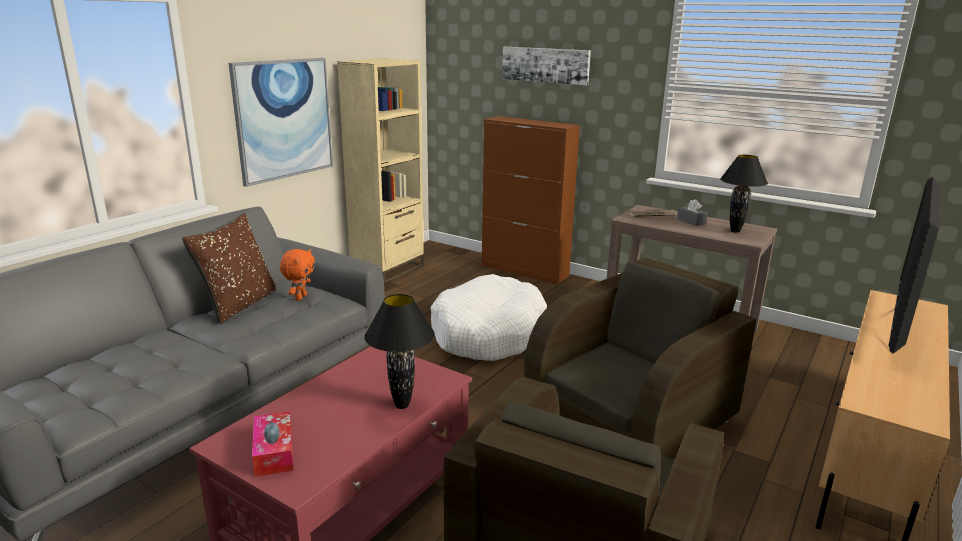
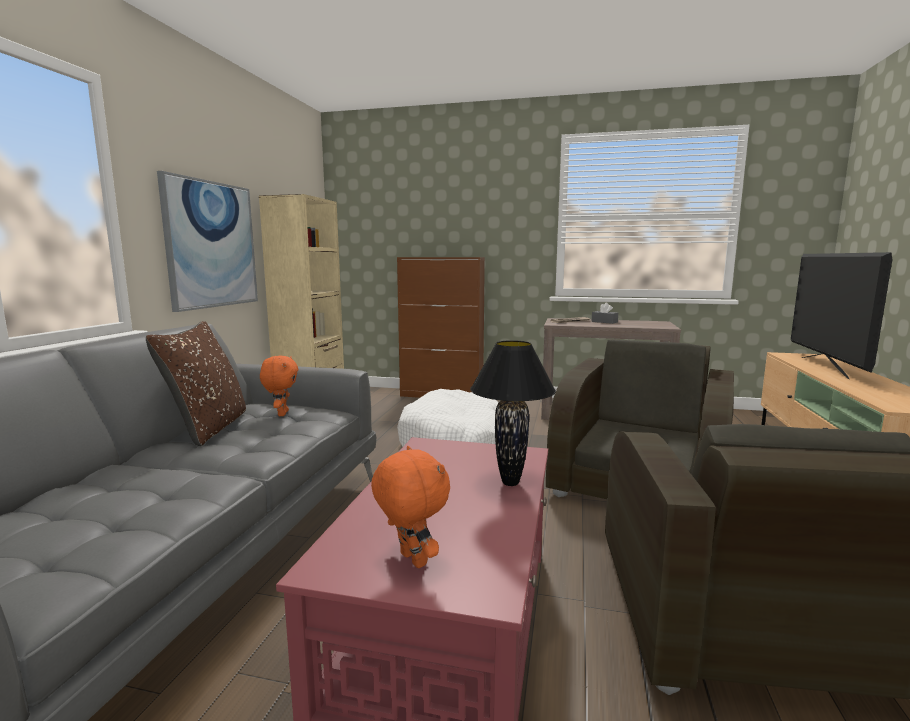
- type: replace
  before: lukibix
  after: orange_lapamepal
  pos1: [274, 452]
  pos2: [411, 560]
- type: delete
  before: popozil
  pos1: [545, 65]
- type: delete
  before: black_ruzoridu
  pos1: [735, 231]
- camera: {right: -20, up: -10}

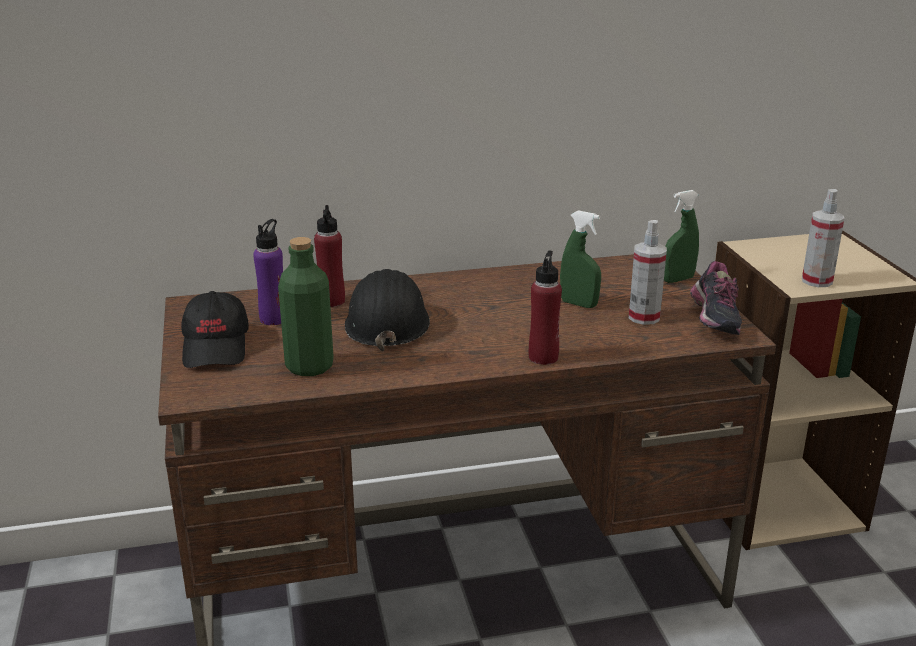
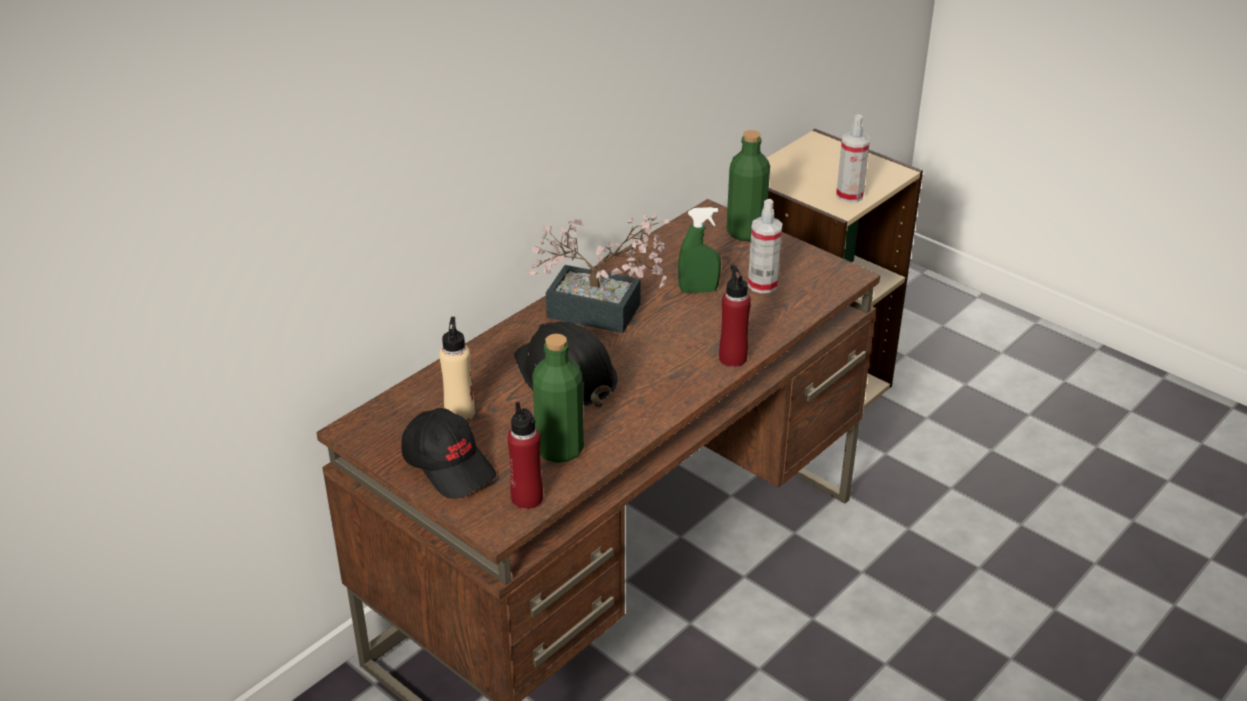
- type: recolor
  before: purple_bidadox
  after: beige_bidadox
  pos1: [273, 319]
  pos2: [460, 413]
- type: move
  before: red_bidadox
  pos1: [331, 301]
  pos2: [527, 498]
- type: replace
  before: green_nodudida
  after: green_bidadox
  pos1: [678, 279]
  pos2: [745, 232]
- type: delete
  before: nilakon
  pos1: [713, 321]
- type: insert
  after: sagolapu
  pos2: [604, 313]
- camera: {right: -35, up: 10}

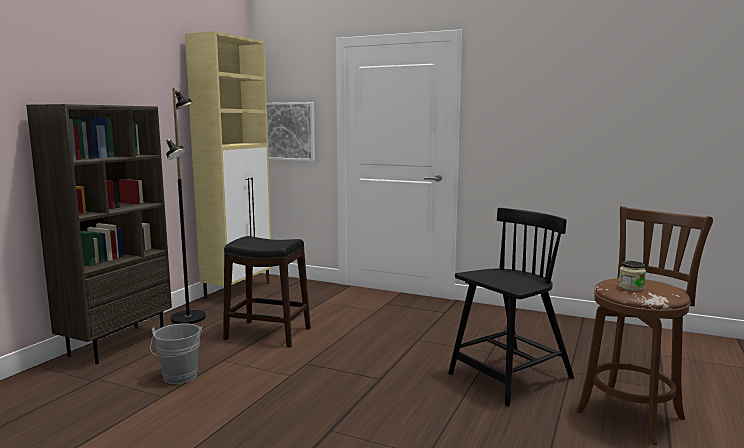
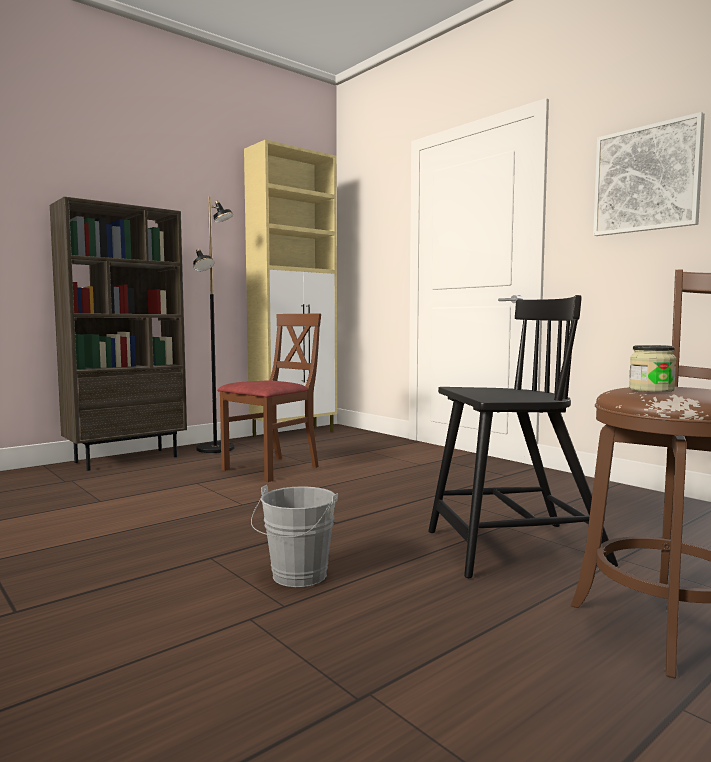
- type: move
  before: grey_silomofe
  pos1: [179, 378]
  pos2: [296, 578]
- type: replace
  before: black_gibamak
  after: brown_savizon
  pos1: [268, 333]
  pos2: [272, 468]
- type: move
  before: popozil
  pos1: [290, 131]
  pos2: [646, 179]
- camera: {right: 25, up: -5}

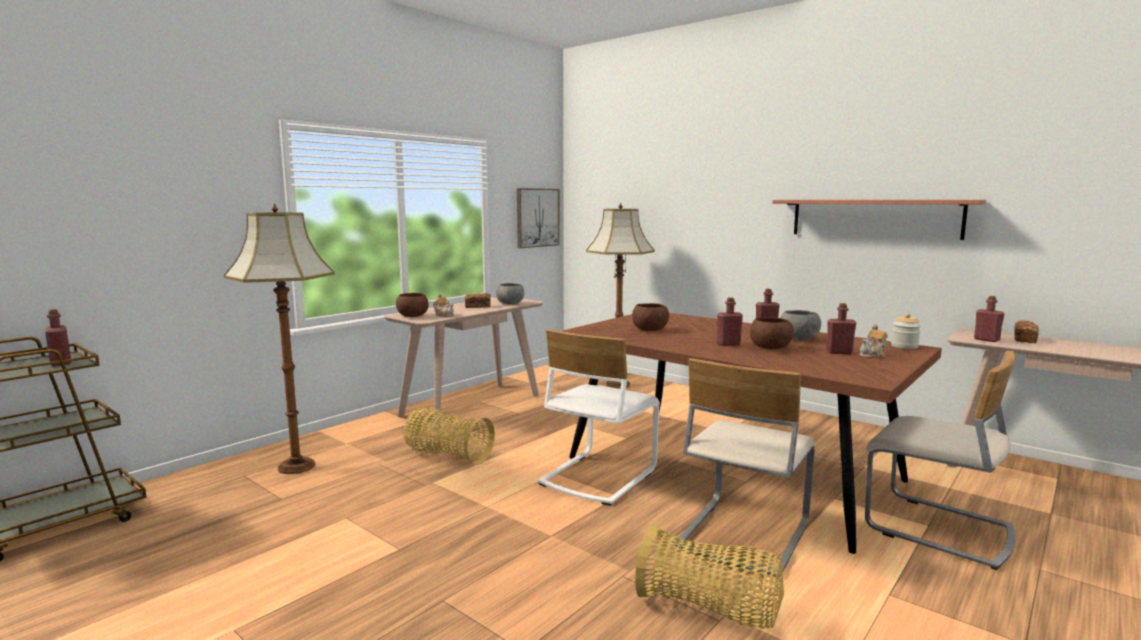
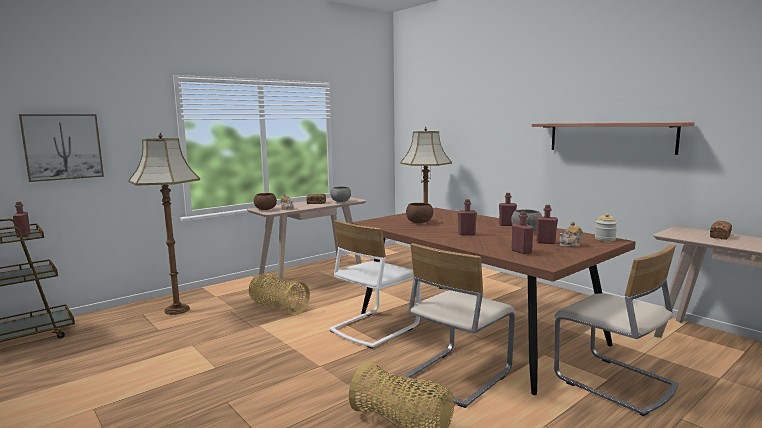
- type: move
  before: popozil
  pos1: [537, 217]
  pos2: [63, 146]
- type: delete
  before: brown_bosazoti
  pos1: [770, 348]
- type: move
  before: red_bidadox
  pos1: [986, 340]
  pos2: [521, 251]
- camera: {right: 10, up: 0}

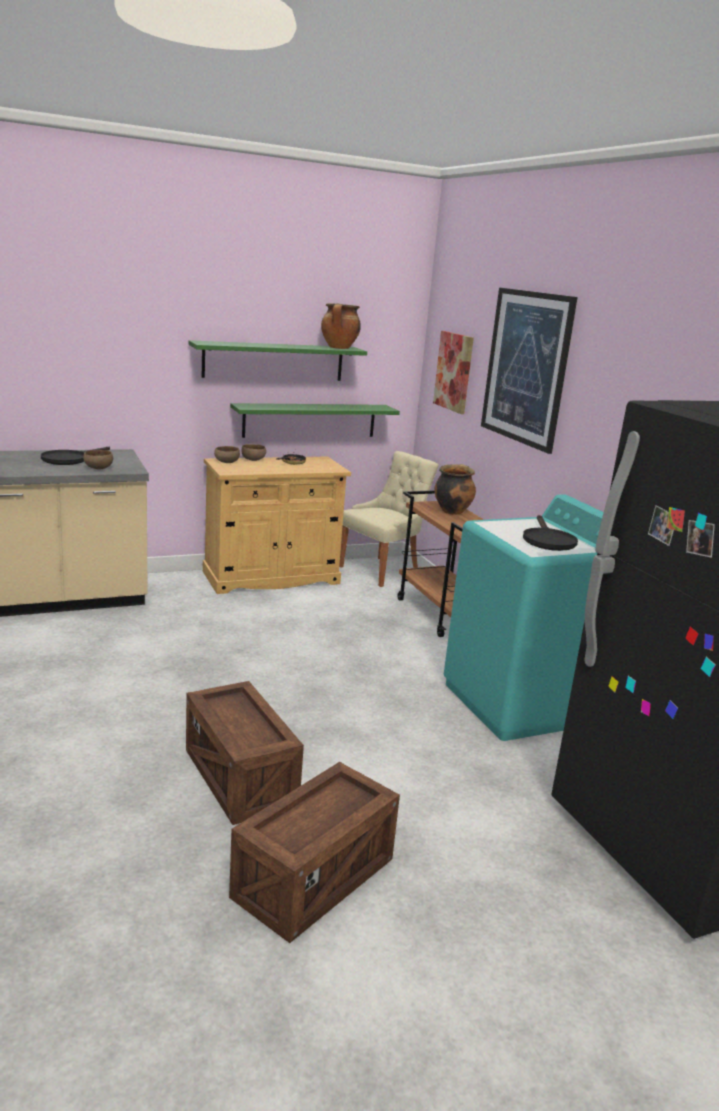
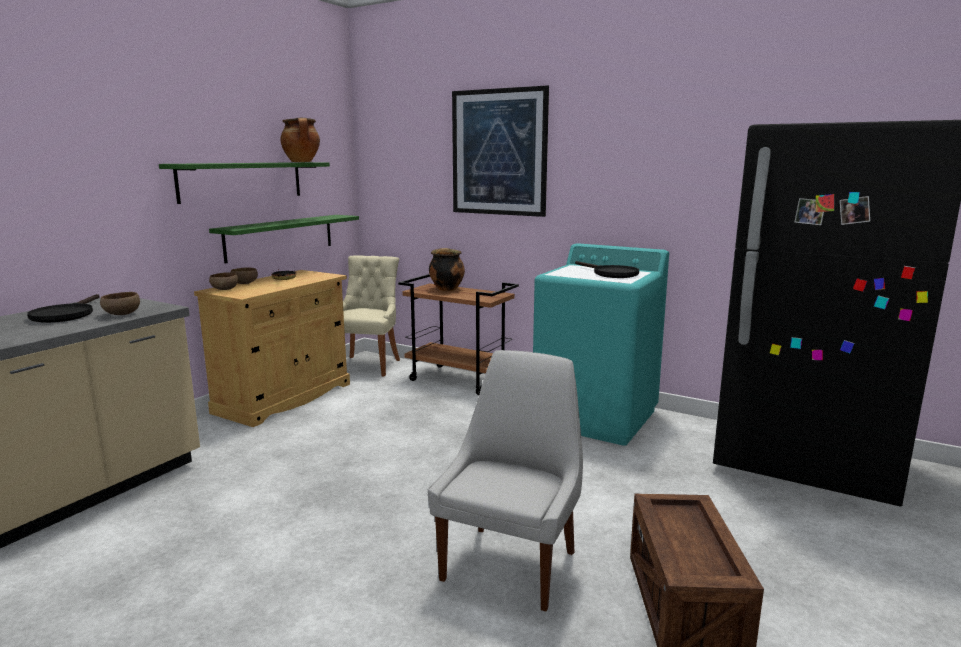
- type: replace
  before: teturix
  after: white_savizon
  pos1: [240, 778]
  pos2: [511, 563]
- type: delete
  before: popozil
  pos1: [454, 371]
- camera: {right: -35, up: -5}

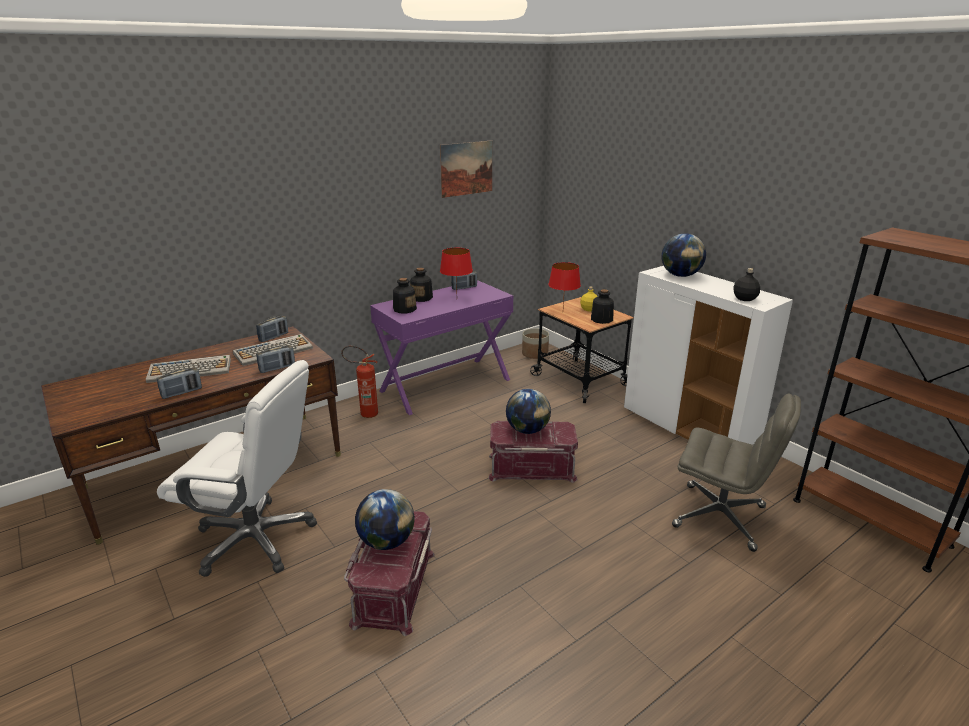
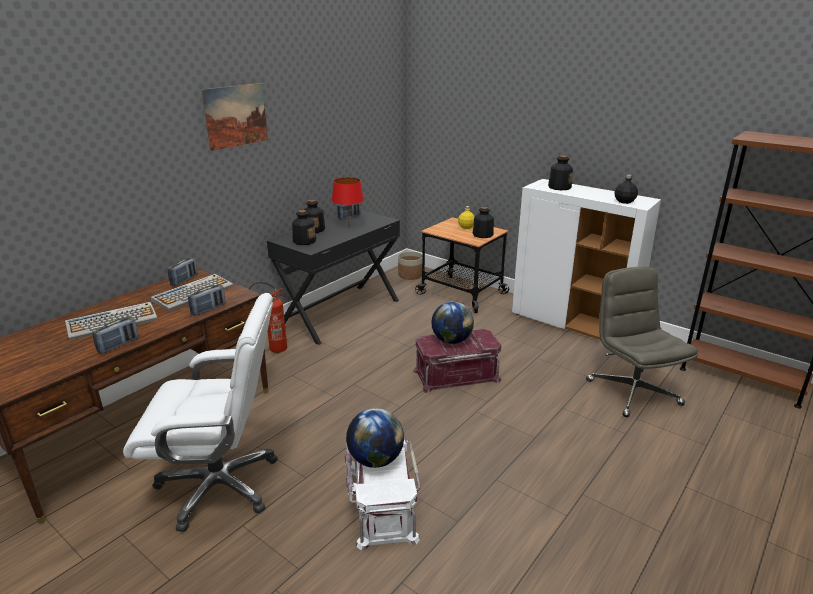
- type: recolor
  before: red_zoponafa
  after: white_zoponafa
  pos1: [393, 587]
  pos2: [381, 503]
- type: recolor
  before: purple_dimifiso
  after: black_dimifiso
  pos1: [445, 385]
  pos2: [340, 312]
- type: move
  before: popozil
  pos1: [466, 168]
  pos2: [236, 116]
- type: delete
  before: red_ruzoridu
  pos1: [563, 312]
- type: replace
  before: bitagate
  after: bidadox
  pos1: [680, 275]
  pos2: [559, 187]
- type: rotate
  before: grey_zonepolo
  pos1: [720, 517]
  pos2: [632, 392]
  turn: -120
- camera: {right: -15, up: 0}

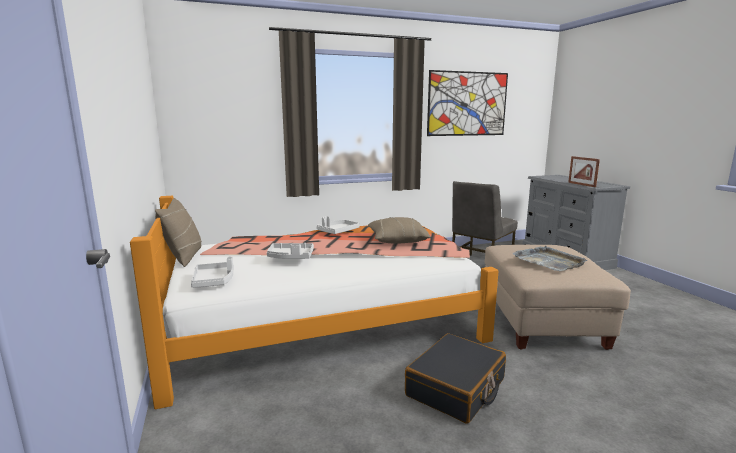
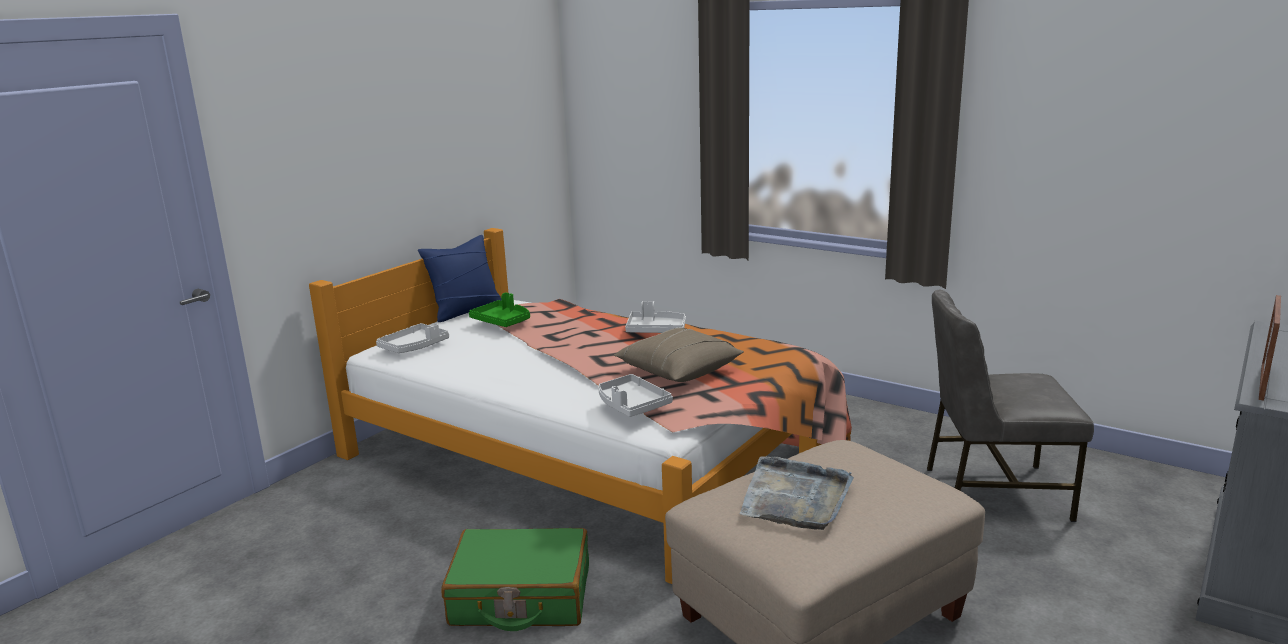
- type: recolor
  before: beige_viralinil
  after: blue_viralinil
  pos1: [184, 257]
  pos2: [466, 310]
- type: move
  before: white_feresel
  pos1: [291, 257]
  pos2: [631, 405]
- type: recolor
  before: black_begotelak
  after: green_begotelak
  pos1: [456, 388]
  pos2: [520, 596]
- type: delete
  before: popozil
  pos1: [467, 104]
- type: insert
  after: green_feresel
  pos2: [502, 321]
- camera: {right: 55, up: 5}

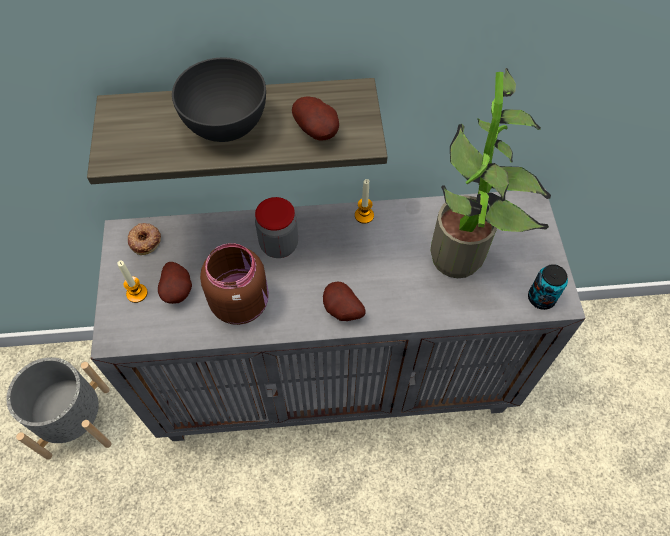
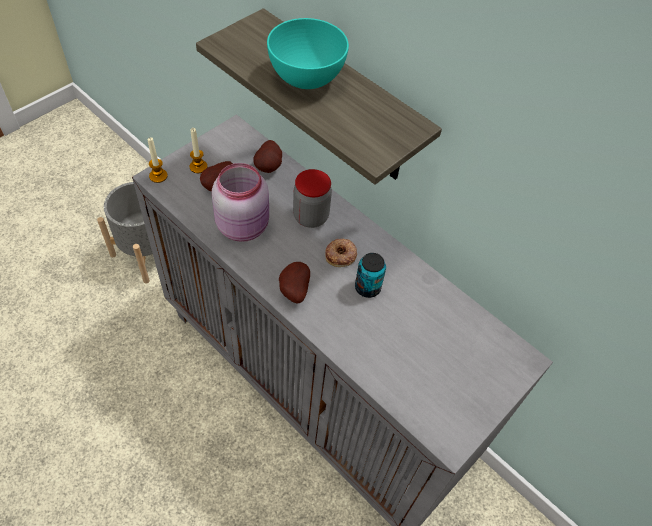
- type: move
  before: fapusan
  pos1: [145, 240]
  pos2: [341, 255]
- type: recolor
  before: grey_bosazoti
  after: turquoise_bosazoti
  pos1: [226, 125]
  pos2: [306, 78]
- type: recolor
  before: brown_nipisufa
  after: pink_nipisufa
  pos1: [241, 302]
  pos2: [244, 226]
- type: move
  before: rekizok
  pos1: [318, 131]
  pos2: [269, 166]
- type: move
  before: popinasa
  pos1: [364, 215]
  pos2: [158, 176]
- type: delete
  before: sagolapu
  pos1: [464, 259]
- type: move
  before: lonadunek
  pos1: [541, 298]
  pos2: [367, 287]
- camera: {right: 45, up: -5}

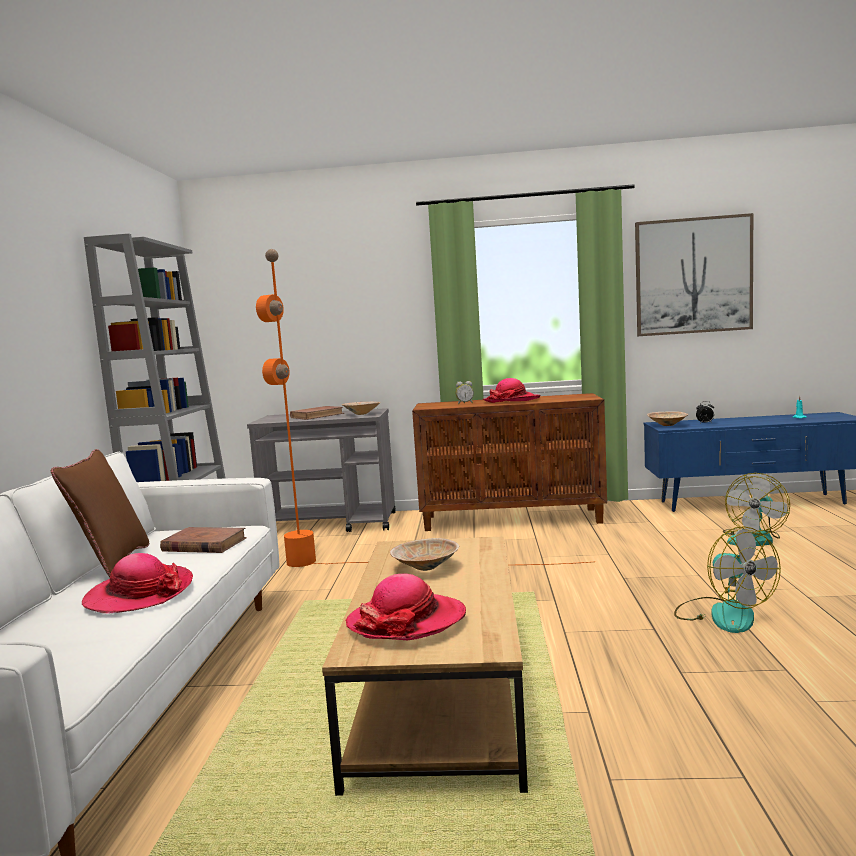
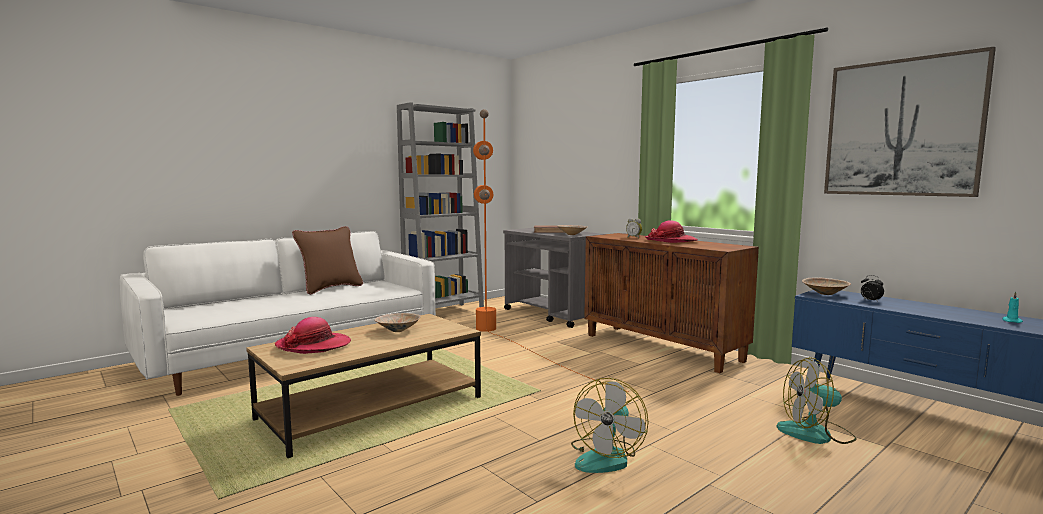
- type: delete
  before: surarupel
  pos1: [139, 594]
- type: delete
  before: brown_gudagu
  pos1: [204, 545]
- camera: {right: 45, up: 0}

